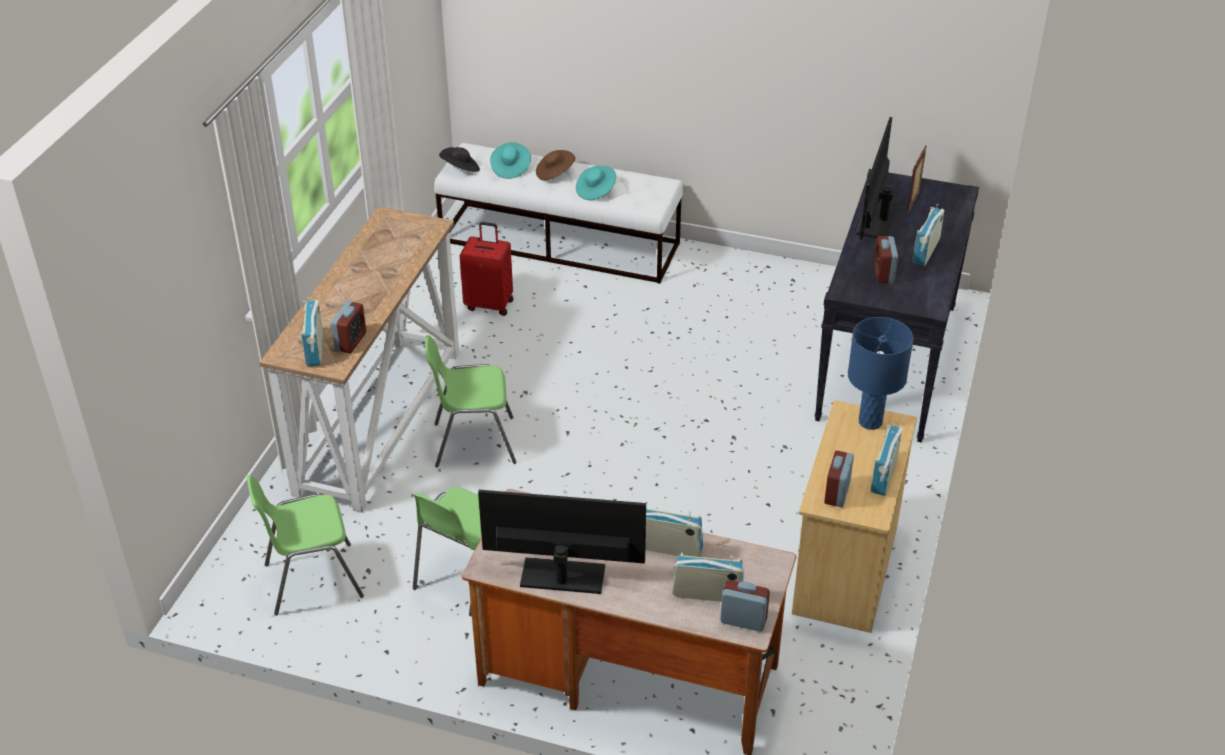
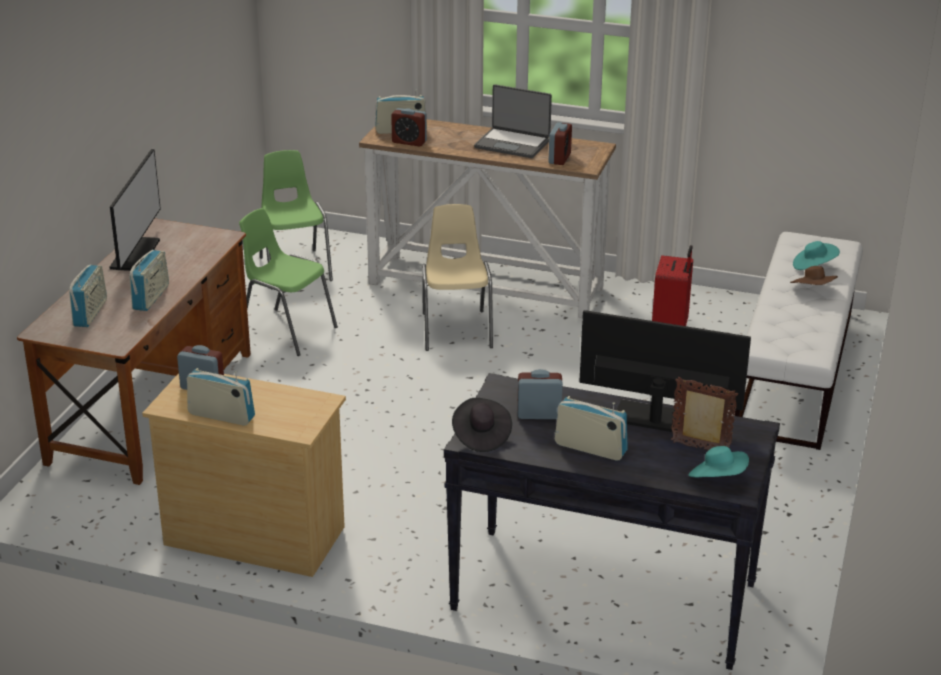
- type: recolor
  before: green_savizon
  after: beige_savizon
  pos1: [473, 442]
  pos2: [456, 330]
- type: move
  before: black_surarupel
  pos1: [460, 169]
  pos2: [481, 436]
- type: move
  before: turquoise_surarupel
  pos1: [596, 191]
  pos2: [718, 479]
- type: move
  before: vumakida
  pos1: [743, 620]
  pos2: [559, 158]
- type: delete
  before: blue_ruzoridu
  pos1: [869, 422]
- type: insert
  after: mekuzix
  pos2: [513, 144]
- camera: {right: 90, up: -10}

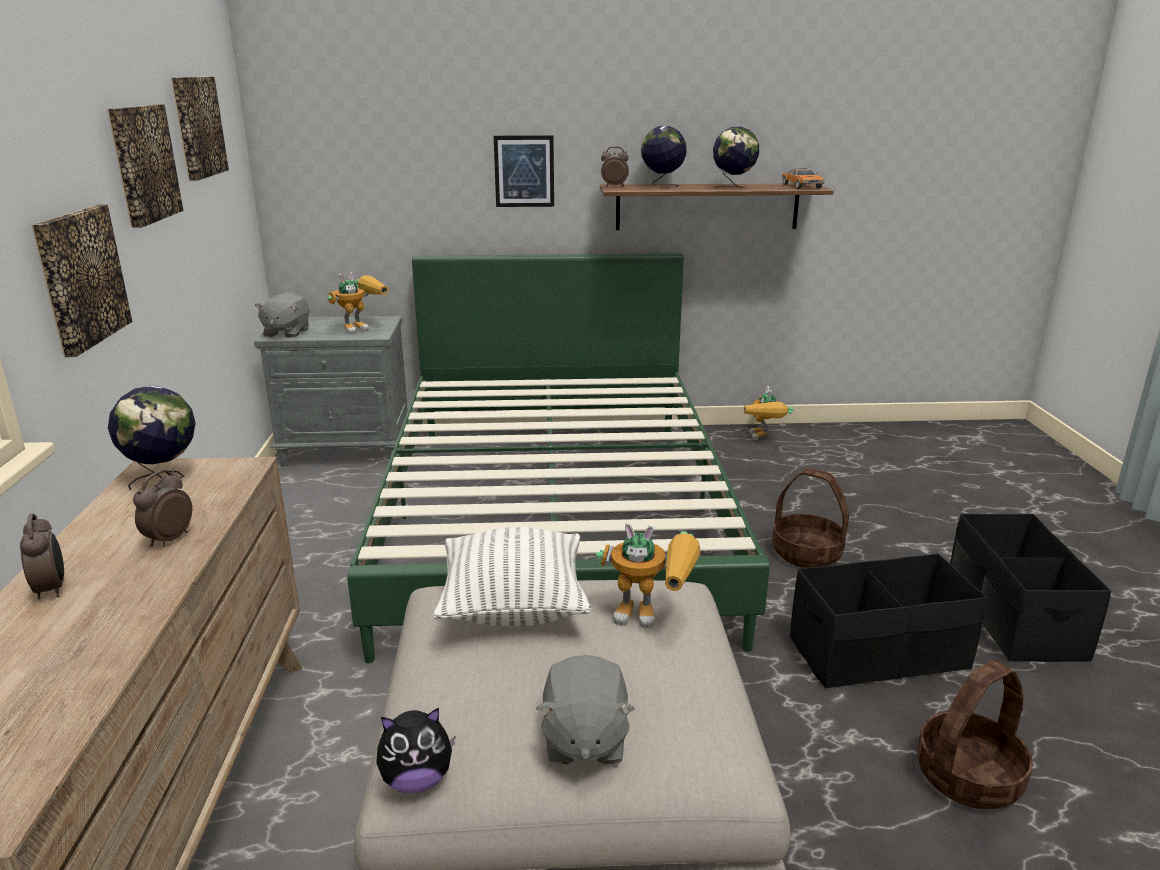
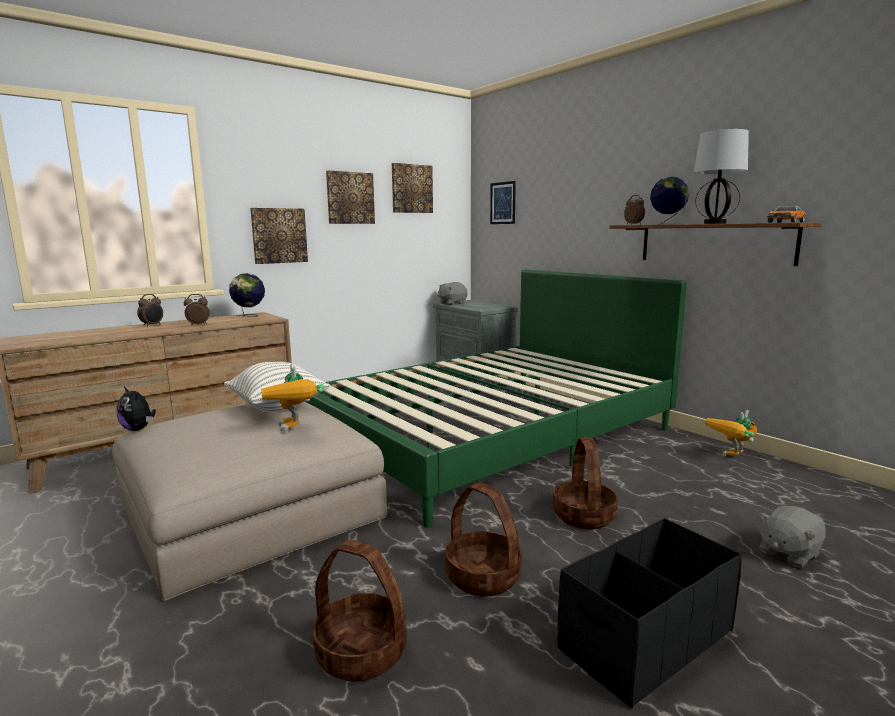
- type: delete
  before: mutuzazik
  pos1: [362, 327]
- type: move
  before: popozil
  pos1: [524, 171]
  pos2: [502, 203]
- type: move
  before: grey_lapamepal
  pos1: [584, 740]
  pos2: [788, 553]
- type: replace
  before: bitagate
  after: ruzoridu
  pos1: [733, 188]
  pos2: [715, 223]
- type: replace
  before: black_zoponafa
  after: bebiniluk
  pos1: [878, 654]
  pos2: [483, 577]
- camera: {right: 55, up: -10}

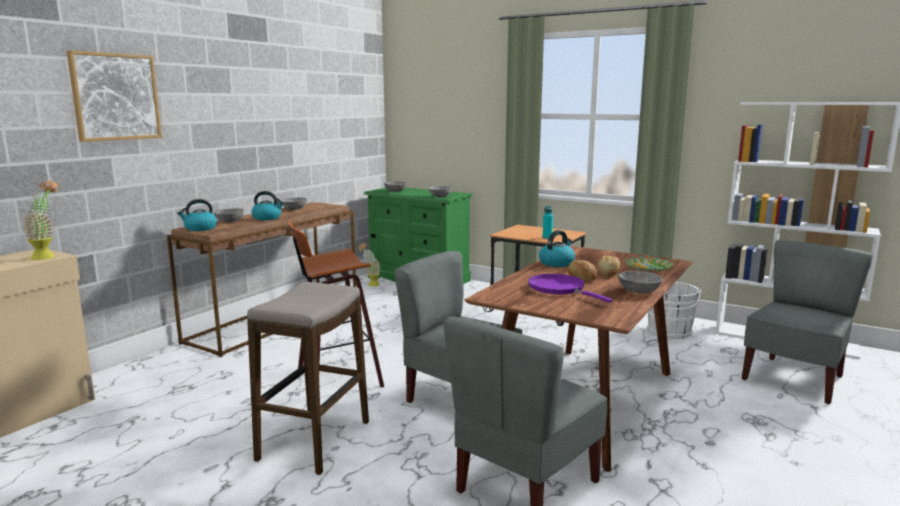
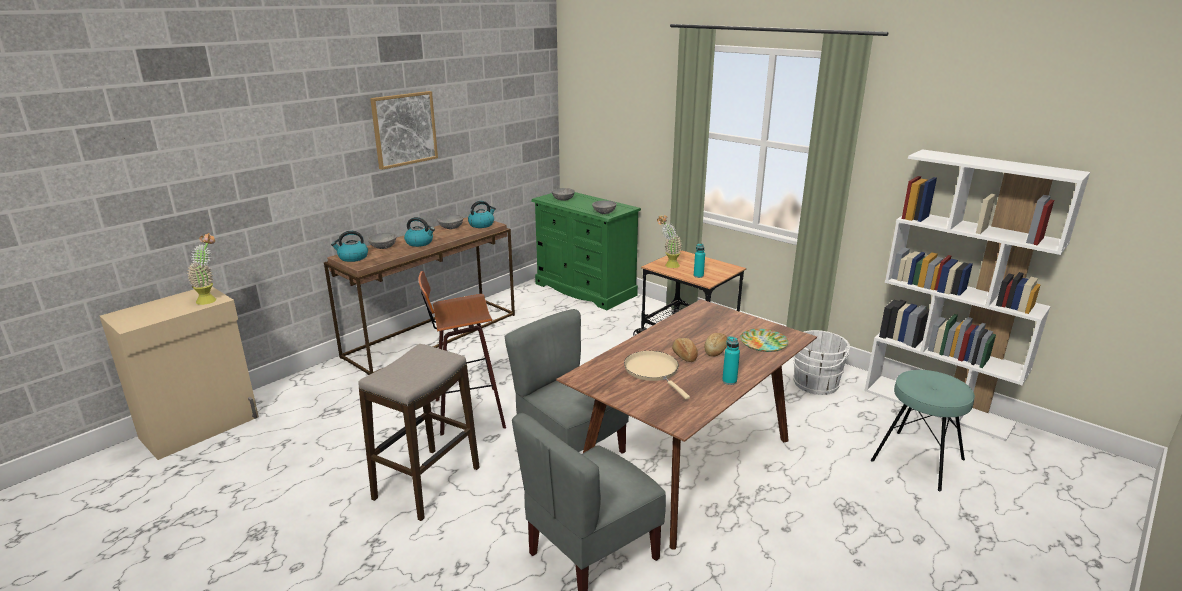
- type: move
  before: popozil
  pos1: [115, 97]
  pos2: [404, 129]
- type: move
  before: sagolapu
  pos1: [370, 285]
  pos2: [668, 265]
- type: recolor
  before: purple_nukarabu
  after: beige_nukarabu
  pos1: [559, 289]
  pos2: [653, 371]
- type: move
  before: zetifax
  pos1: [556, 263]
  pos2: [481, 224]
- type: replace
  before: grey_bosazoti
  after: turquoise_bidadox
  pos1: [638, 291]
  pos2: [729, 381]
- type: replace
  before: grey_savizon
  after: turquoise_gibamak
  pos1: [794, 379]
  pos2: [917, 460]
- camera: {right: 10, up: 10}

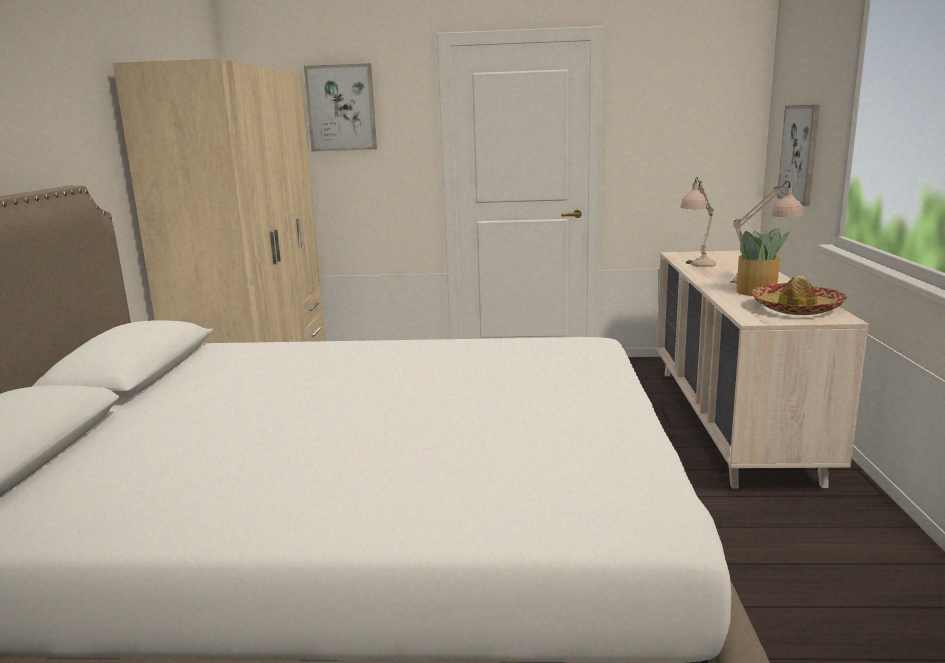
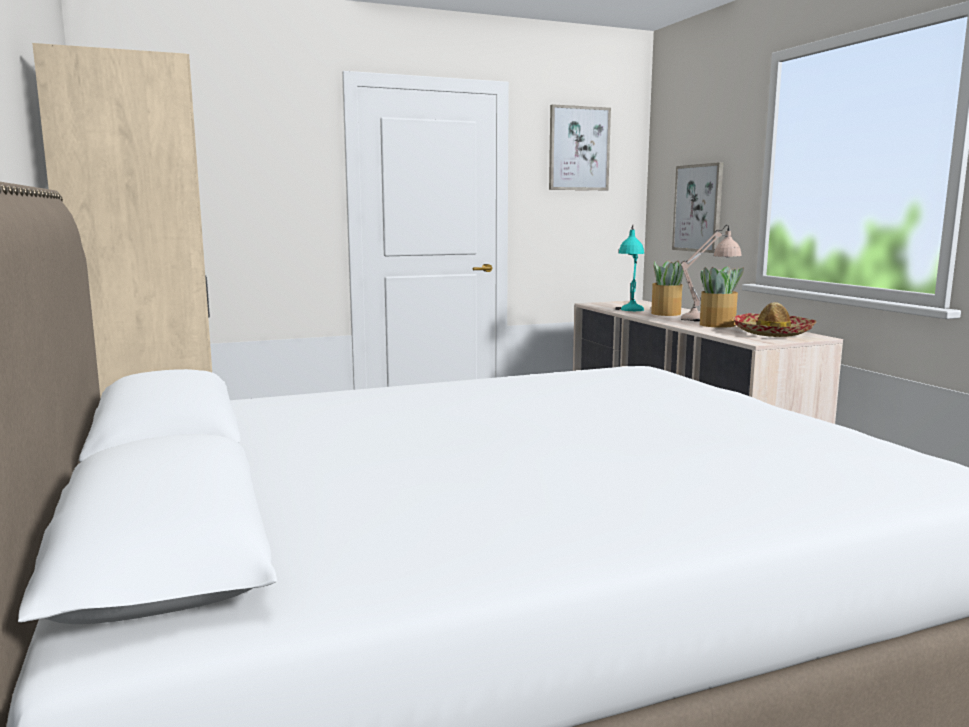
- type: move
  before: popozil
  pos1: [341, 108]
  pos2: [578, 148]
- type: recolor
  before: beige_ruzoridu
  after: turquoise_ruzoridu
  pos1: [696, 266]
  pos2: [629, 311]
- type: insert
  after: sagolapu
  pos2: [666, 313]
- camera: {right: -25, up: -5}

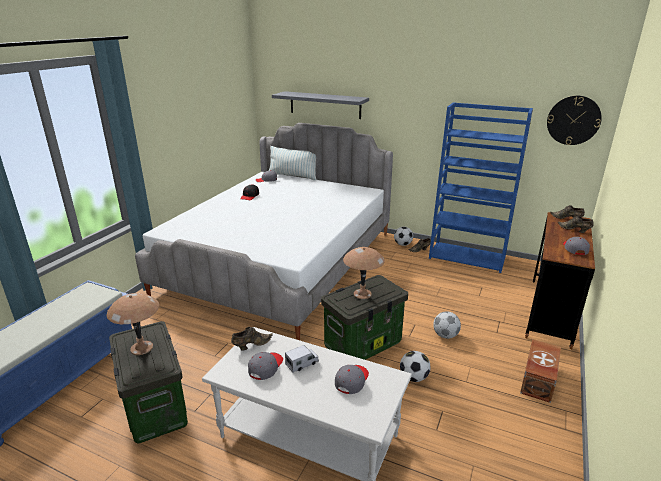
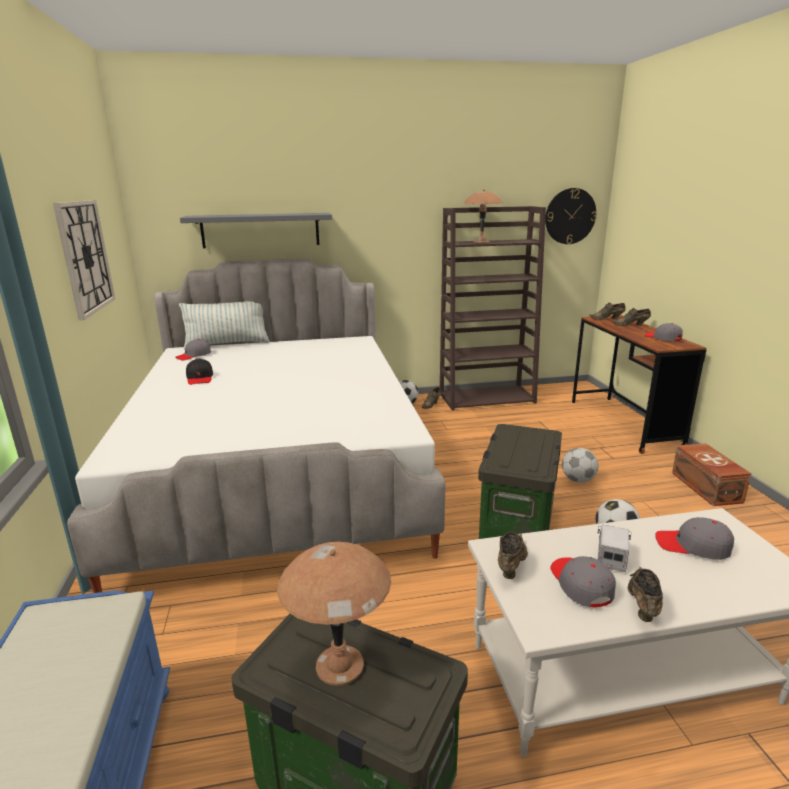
- type: rotate
  before: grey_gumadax
  pos1: [351, 380]
  pos2: [693, 546]
  turn: -60
- type: move
  before: brown_ruzoridu
  pos1: [362, 294]
  pos2: [481, 242]
- type: recolor
  before: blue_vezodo
  after: brown_vezodo
  pos1: [468, 257]
  pos2: [487, 398]
- type: insert
  after: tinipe
  pos2: [85, 257]
- type: insert
  after: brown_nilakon
  pos2: [642, 605]
- camera: {right: -35, up: -5}

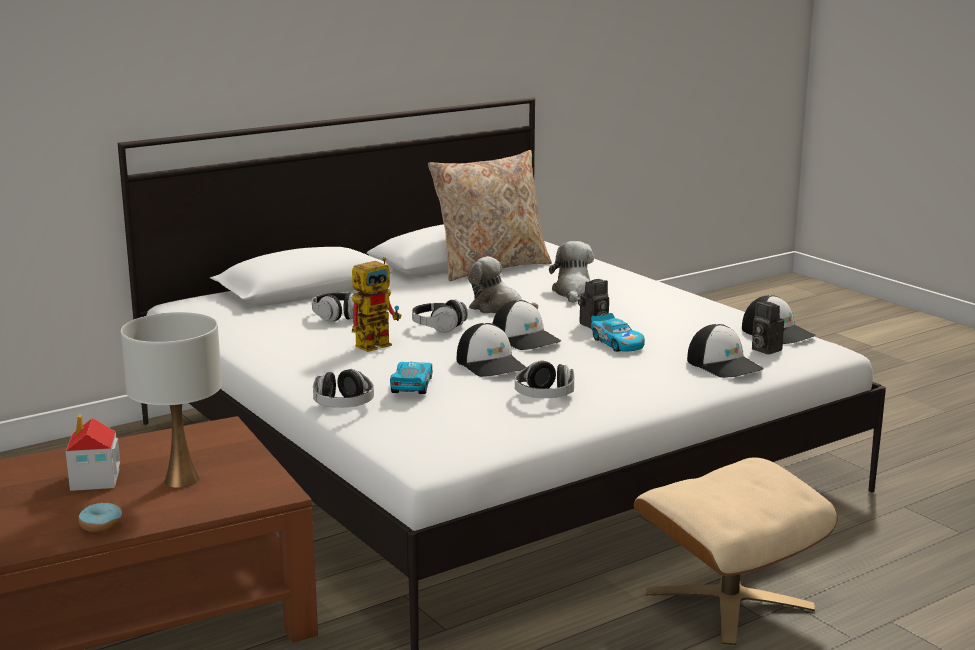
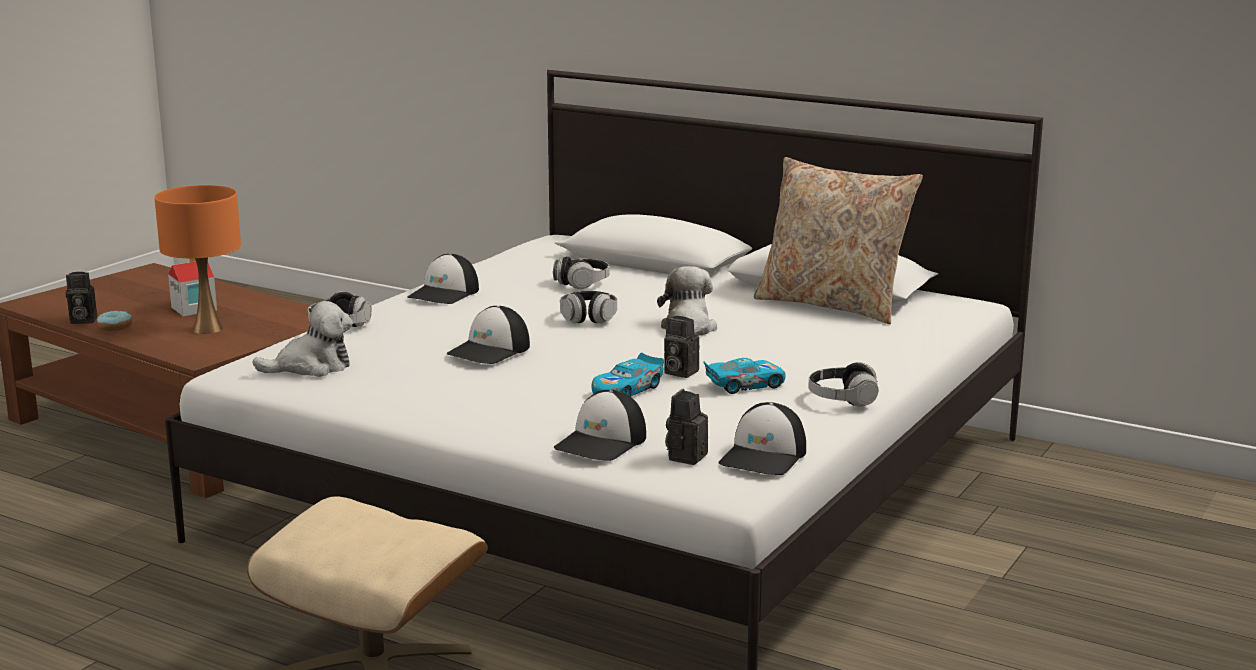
- type: recolor
  before: white_ruzoridu
  after: orange_ruzoridu
  pos1: [181, 480]
  pos2: [207, 329]
- type: delete
  before: mutuzazik
  pos1: [377, 343]
- type: move
  before: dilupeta
  pos1: [411, 386]
  pos2: [745, 385]
- type: move
  before: gumadax
  pos1: [525, 338]
  pos2: [444, 294]
- type: move
  before: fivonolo
  pos1: [544, 397]
  pos2: [842, 400]
- type: move
  before: lapamepal
  pos1: [573, 292]
  pos2: [311, 367]
- type: insert
  after: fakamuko
  pos2: [81, 321]
- camera: {right: 65, up: 0}

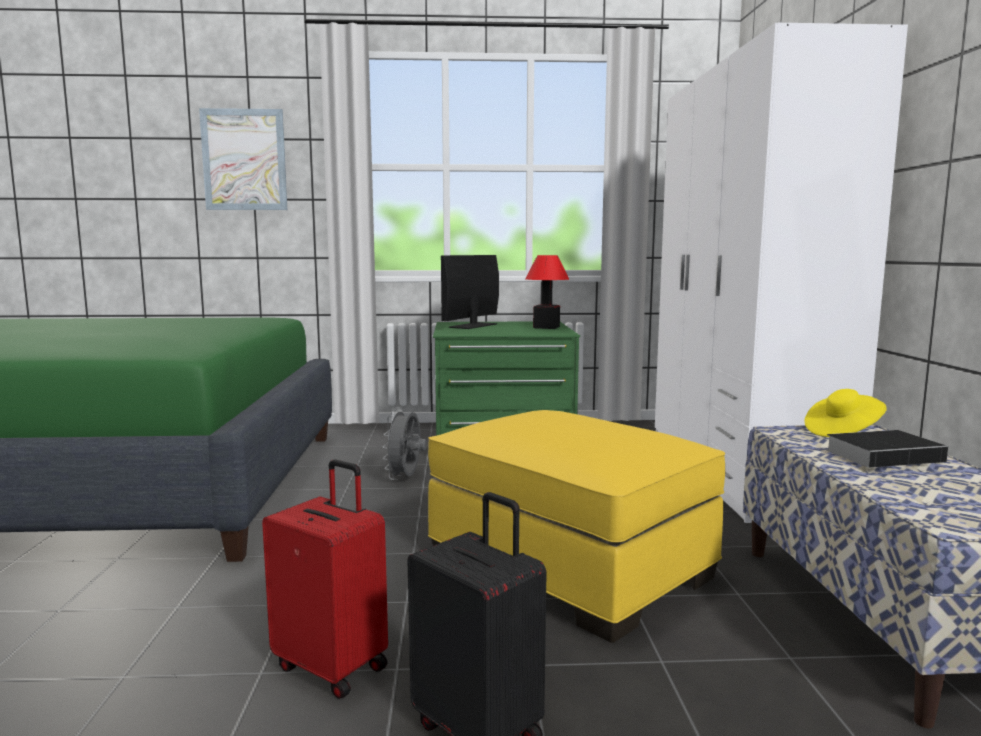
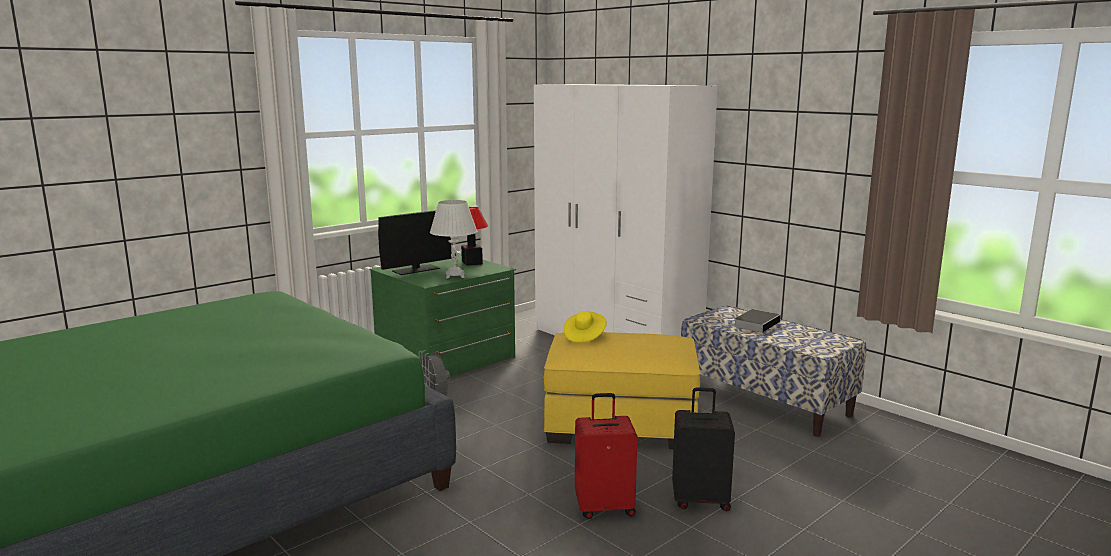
- type: delete
  before: popozil
  pos1: [244, 160]
- type: rotate
  before: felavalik
  pos1: [473, 325]
  pos2: [416, 270]
  turn: -120
- type: move
  before: yellow_surarupel
  pos1: [842, 432]
  pos2: [584, 336]
- type: insert
  after: white_ruzoridu
  pos2: [455, 276]
- camera: {right: -40, up: 5}

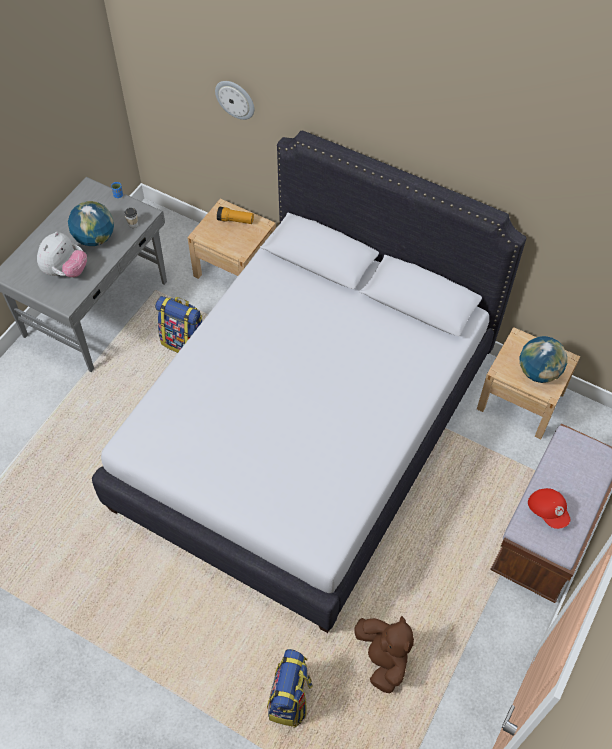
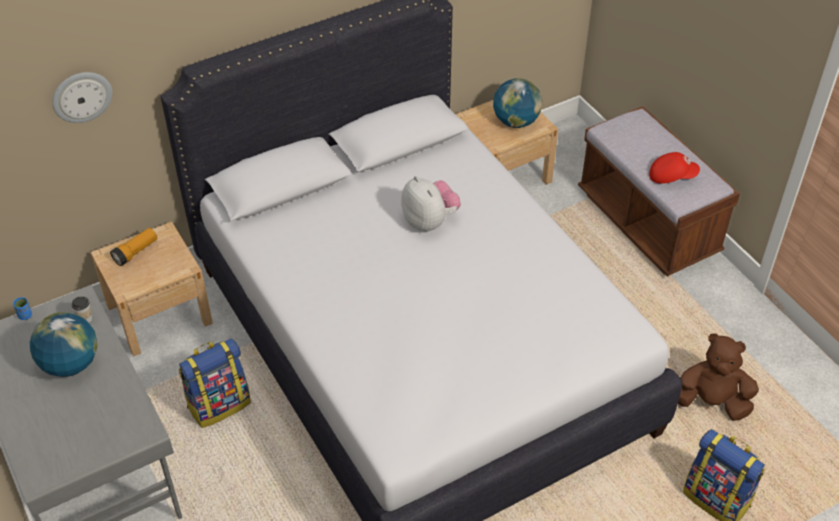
- type: move
  before: lapamepal
  pos1: [65, 271]
  pos2: [430, 221]
- camera: {right: -60, up: -10}

